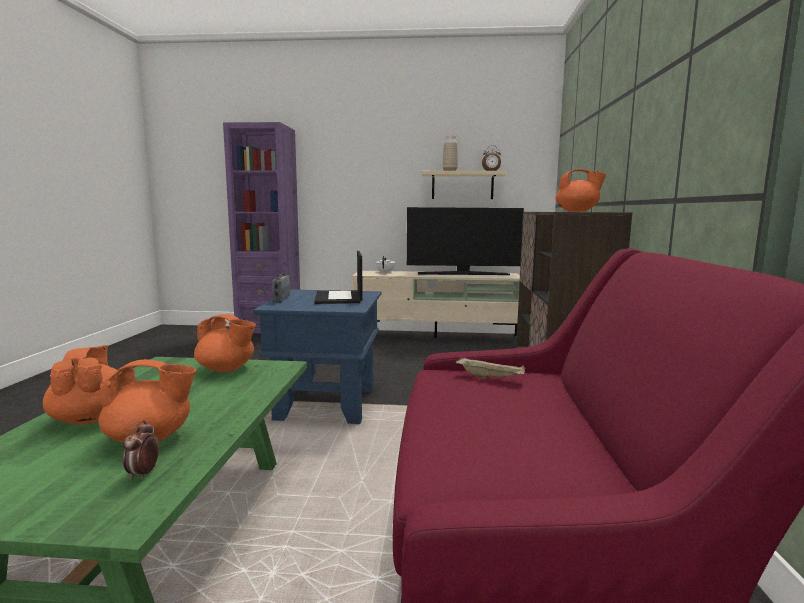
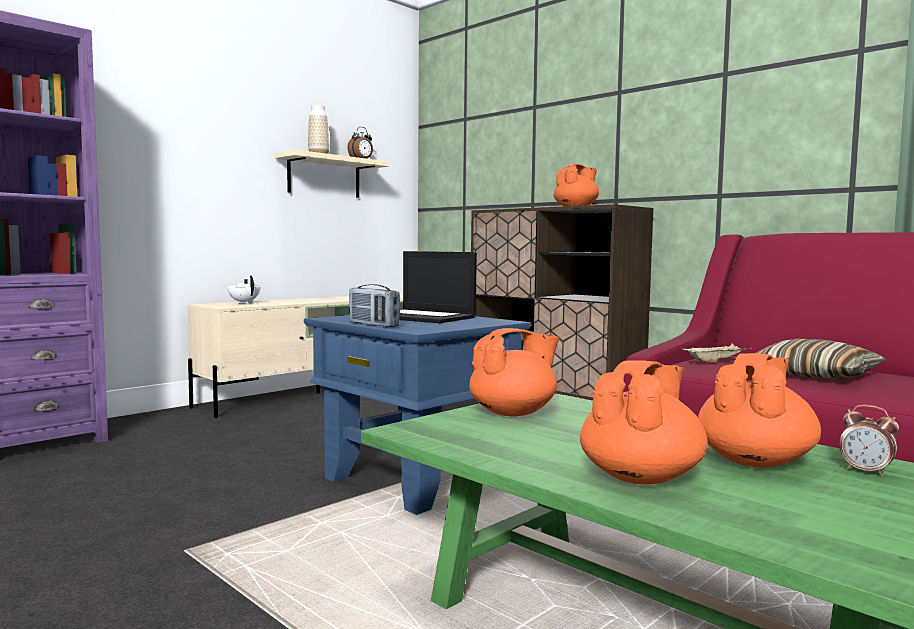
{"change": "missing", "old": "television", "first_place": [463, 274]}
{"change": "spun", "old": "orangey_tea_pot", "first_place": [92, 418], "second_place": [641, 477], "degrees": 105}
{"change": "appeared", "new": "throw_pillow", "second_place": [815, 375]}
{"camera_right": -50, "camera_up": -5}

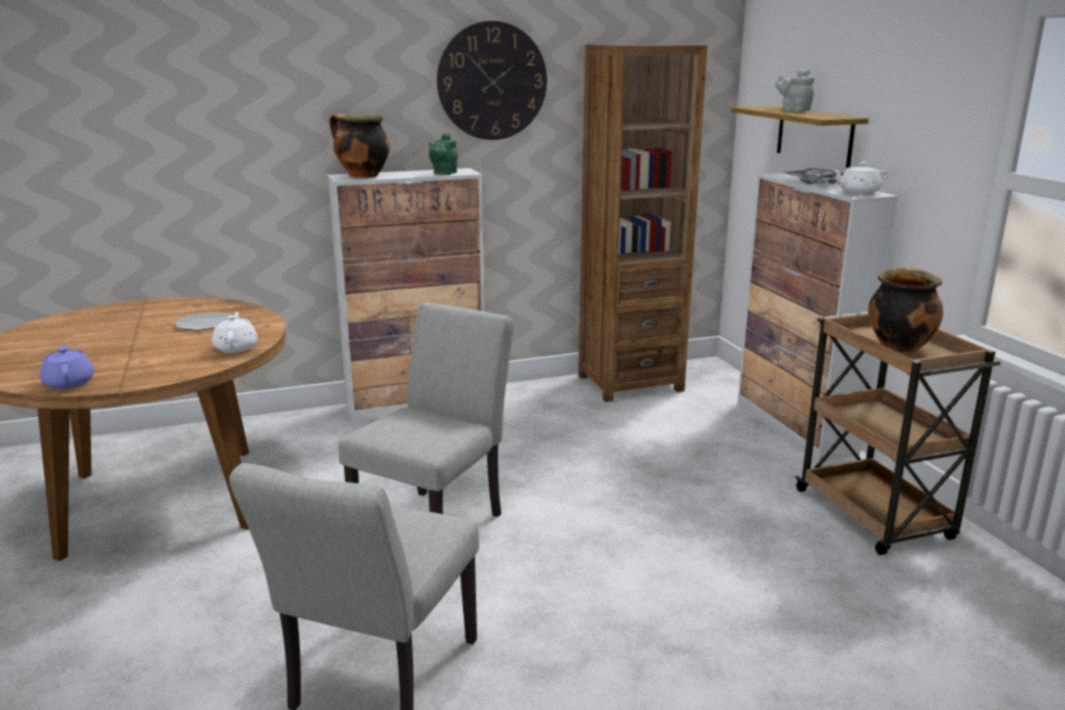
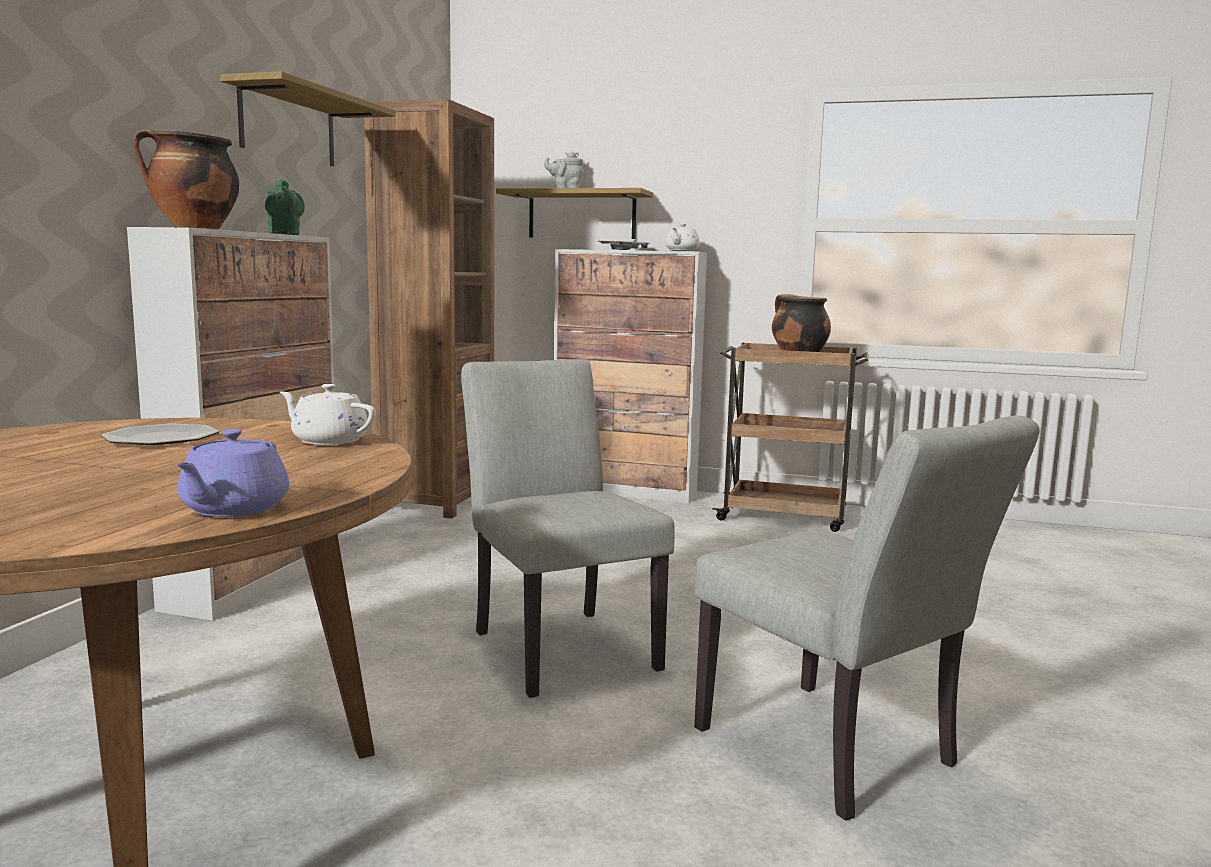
{"change": "exchanged", "old": "wall_clock", "new": "wall_shelf", "first_place": [492, 81], "second_place": [288, 126]}
{"change": "spun", "old": "purple_tea_pot", "first_place": [69, 382], "second_place": [233, 509], "degrees": -90}
{"camera_right": -55, "camera_up": -10}

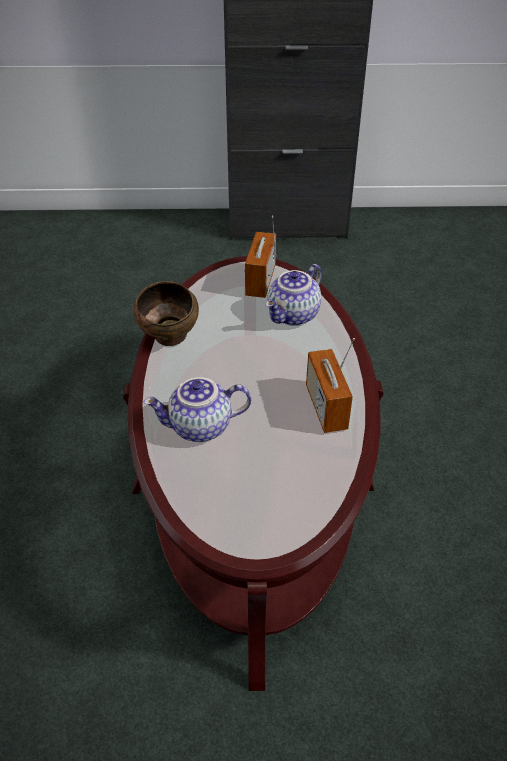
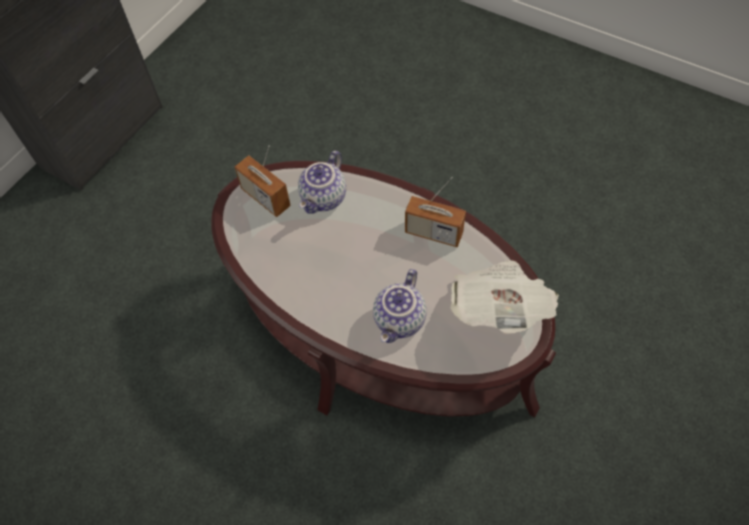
{"change": "spun", "old": "tea_pot", "first_place": [294, 316], "second_place": [324, 198], "degrees": 45}
{"change": "missing", "old": "brown_serving_bowl", "first_place": [170, 339]}
{"change": "appeared", "new": "printed_paper", "second_place": [499, 307]}
{"camera_right": -55, "camera_up": 15}

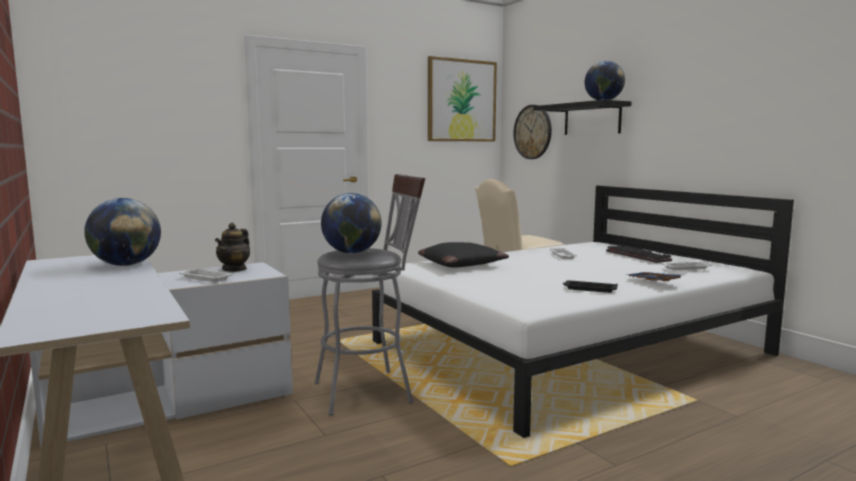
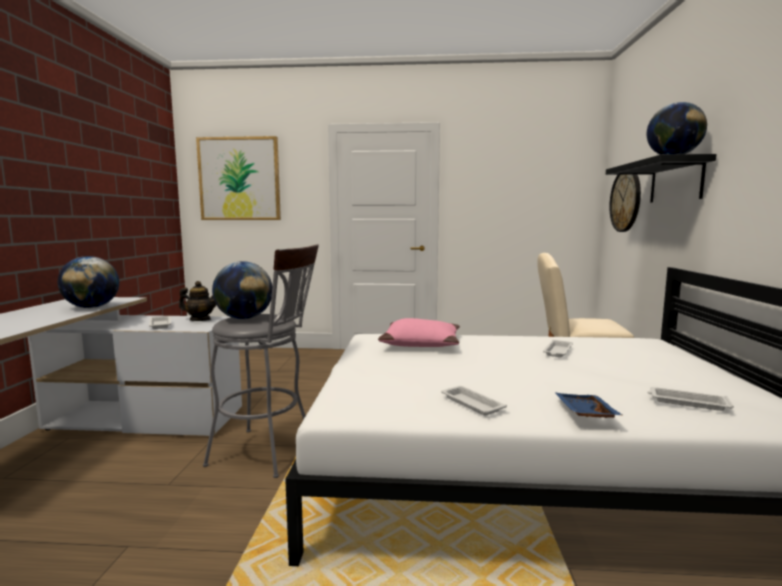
{"change": "relocated", "old": "picture", "first_place": [461, 100], "second_place": [239, 179]}
{"change": "spun", "old": "tea_pot", "first_place": [234, 269], "second_place": [200, 320], "degrees": -135}
{"change": "colour", "old": "black_throw_pillow", "new": "pinkish_throw_pillow", "first_place": [461, 264], "second_place": [421, 343]}
{"change": "missing", "old": "computer_keyboard", "first_place": [639, 256]}
{"change": "colour", "old": "black_serving_tray", "new": "white_serving_tray", "first_place": [589, 289], "second_place": [471, 403]}
{"camera_right": 35, "camera_up": 0}

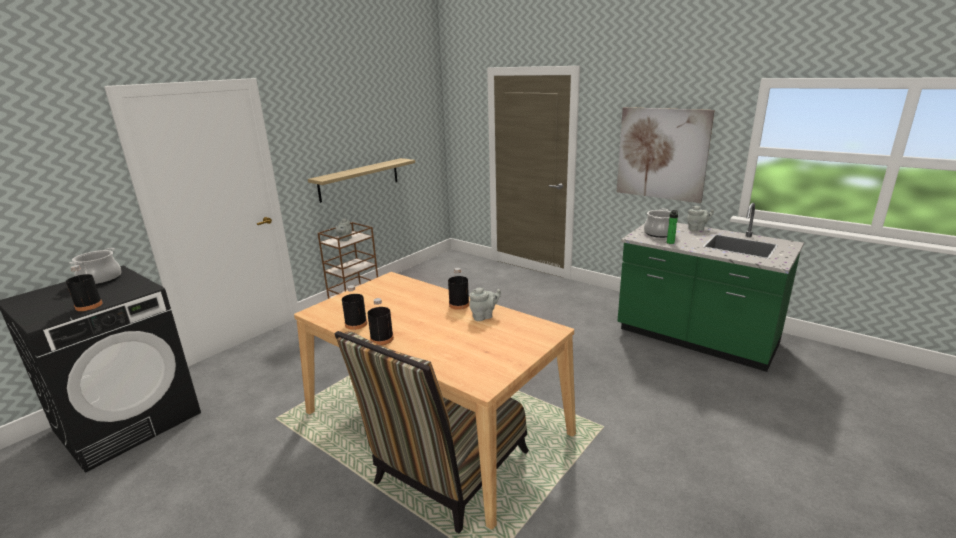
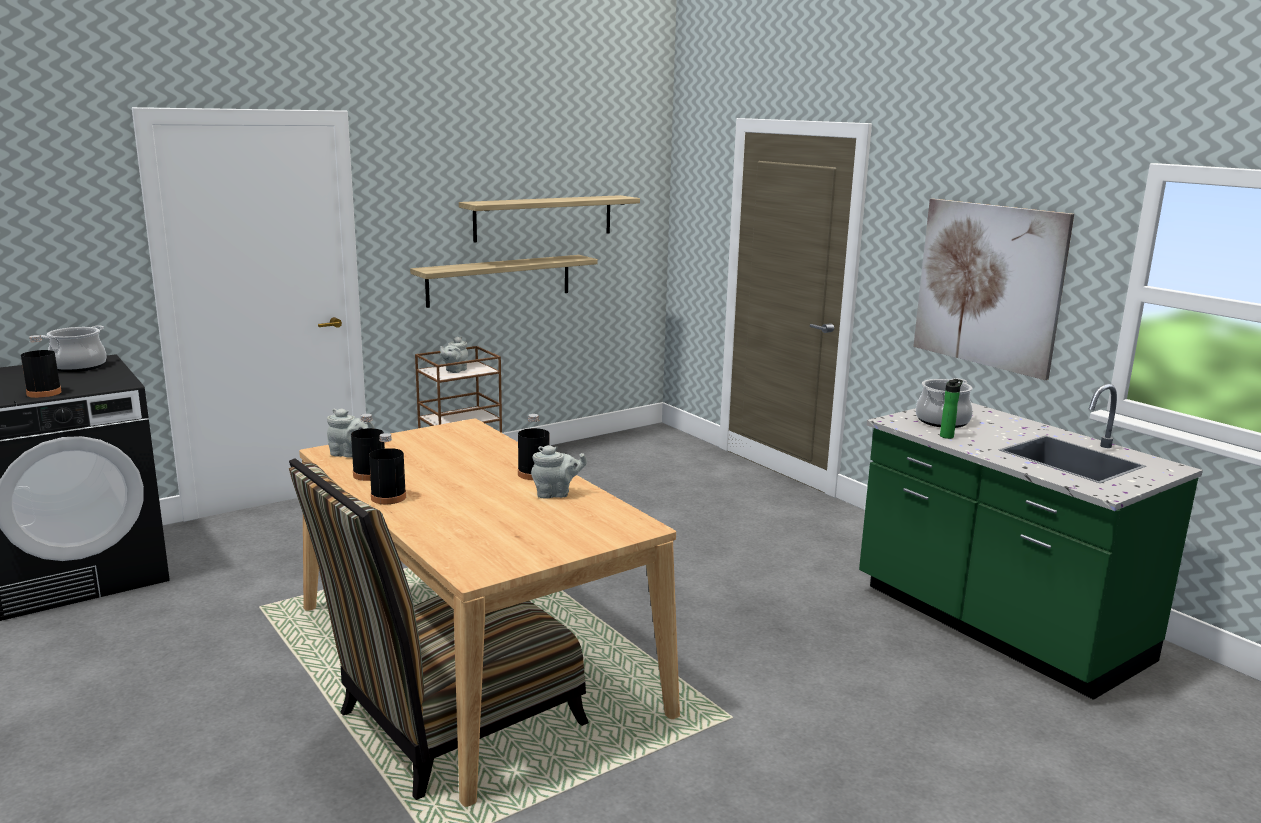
{"change": "relocated", "old": "gray_tea_pot", "first_place": [697, 229], "second_place": [350, 454]}
{"change": "appeared", "new": "wall_shelf", "second_place": [544, 218]}
{"camera_right": 15, "camera_up": -5}

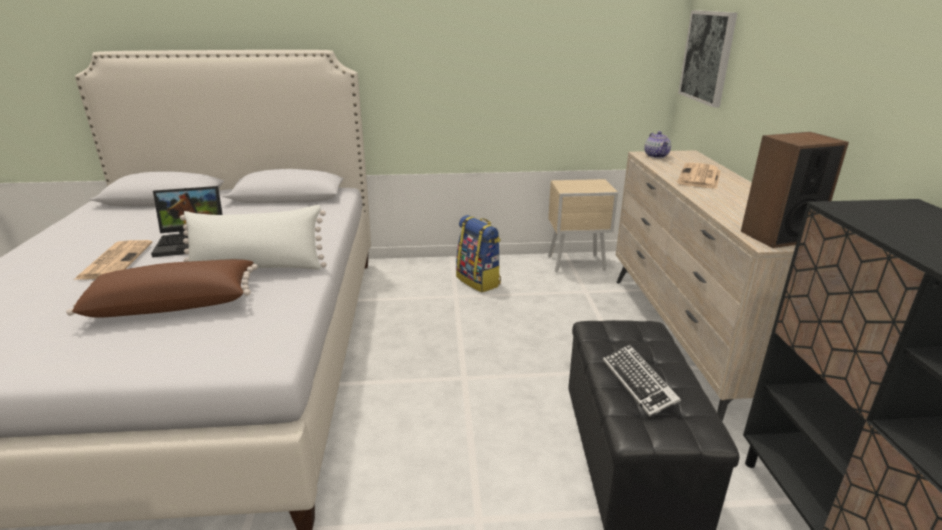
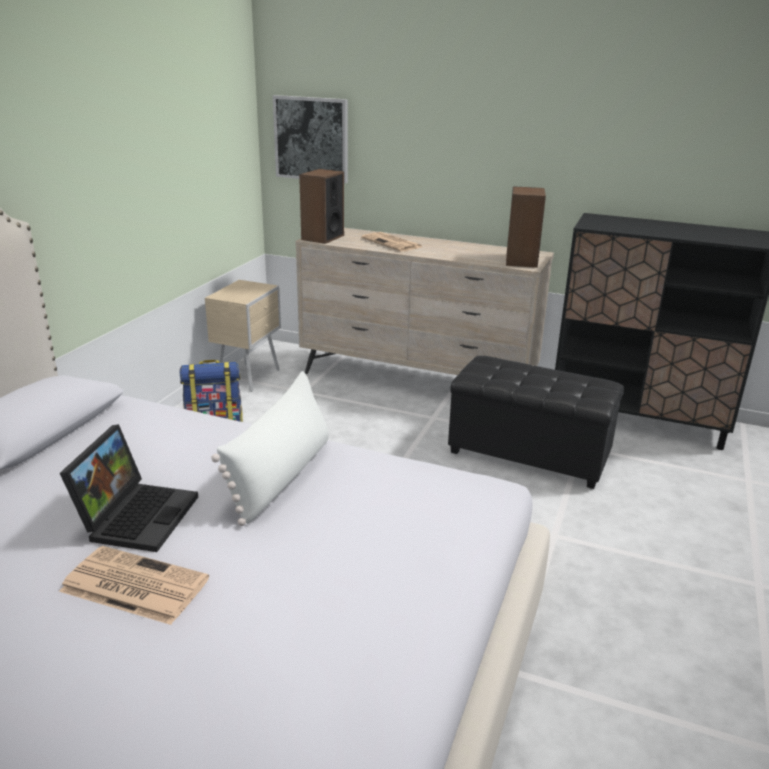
{"change": "exchanged", "old": "tea_pot", "new": "speaker", "first_place": [656, 156], "second_place": [322, 237]}
{"change": "missing", "old": "brown_throw_pillow", "first_place": [174, 304]}
{"change": "missing", "old": "computer_keyboard", "first_place": [638, 384]}
{"camera_right": -65, "camera_up": 0}

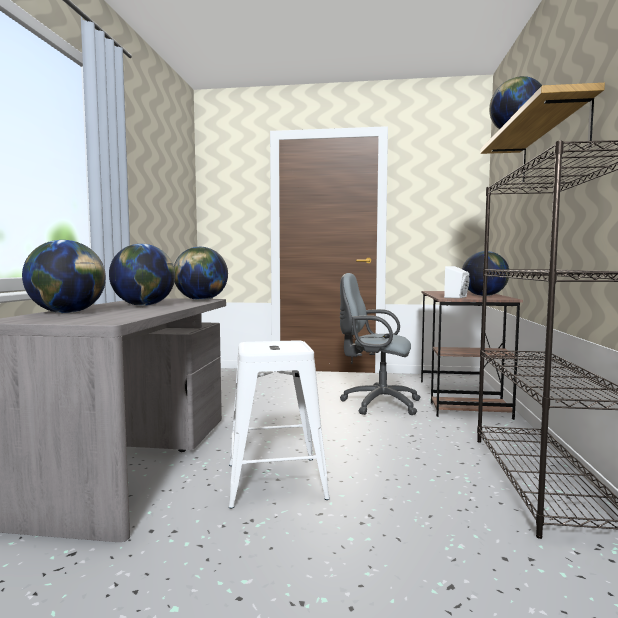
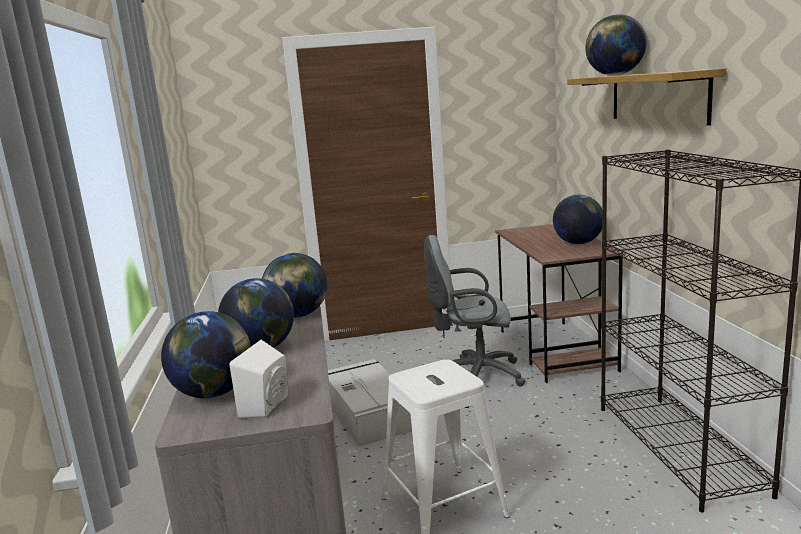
{"change": "relocated", "old": "white_speaker", "first_place": [458, 297], "second_place": [269, 406]}
{"change": "appeared", "new": "gray_storage_bin", "second_place": [368, 413]}
{"camera_right": -15, "camera_up": 10}

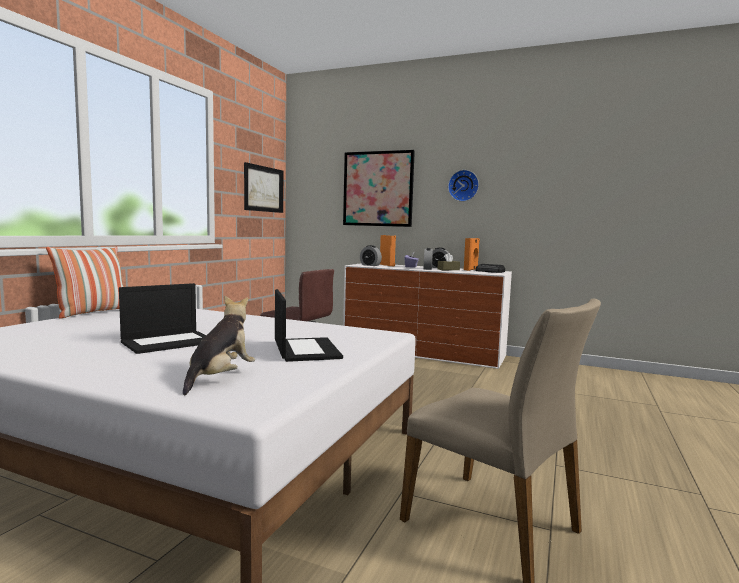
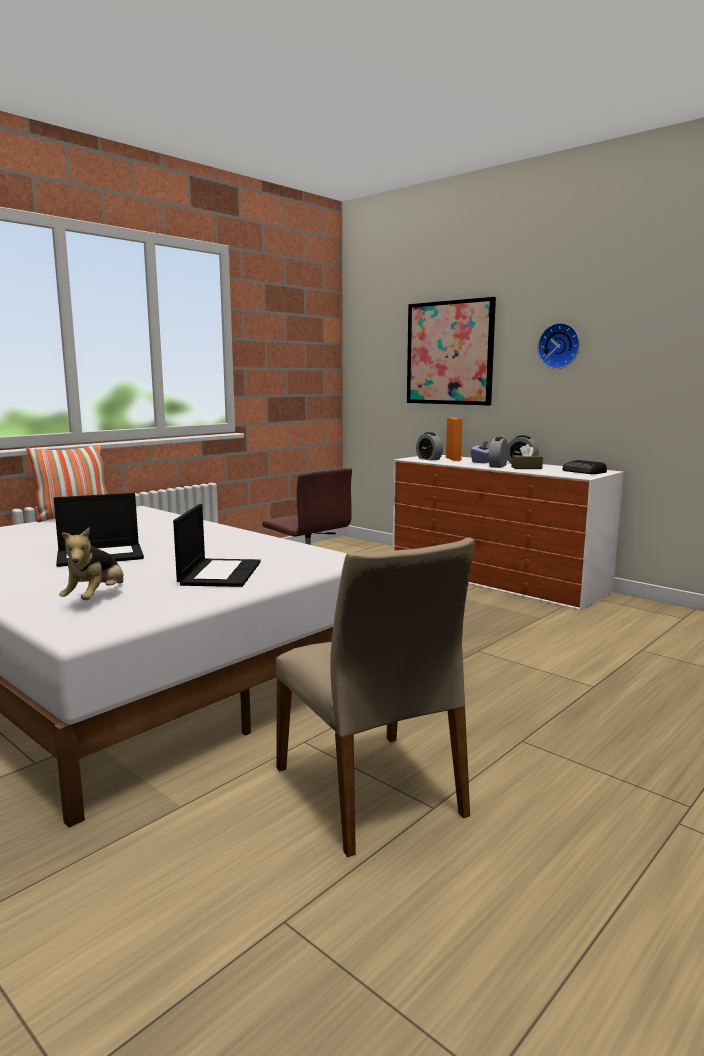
{"change": "missing", "old": "picture", "first_place": [263, 189]}
{"change": "missing", "old": "orangey_speaker", "first_place": [471, 270]}
{"change": "spun", "old": "cuddly_toy", "first_place": [220, 378], "second_place": [96, 598], "degrees": 150}
{"camera_right": 20, "camera_up": 5}

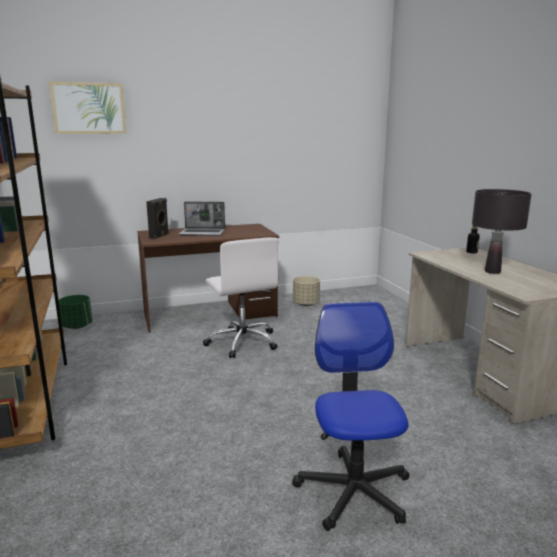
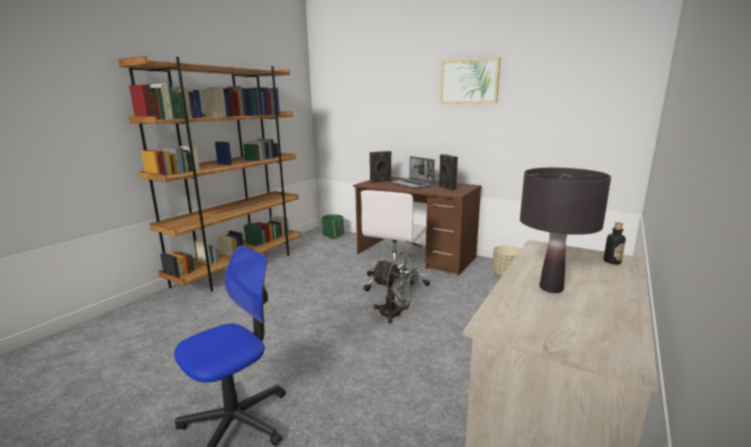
{"change": "relocated", "old": "picture", "first_place": [89, 108], "second_place": [469, 81]}
{"change": "appeared", "new": "black_speaker", "second_place": [446, 188]}
{"change": "appeared", "new": "gray_fan", "second_place": [396, 315]}
{"camera_right": 50, "camera_up": 0}

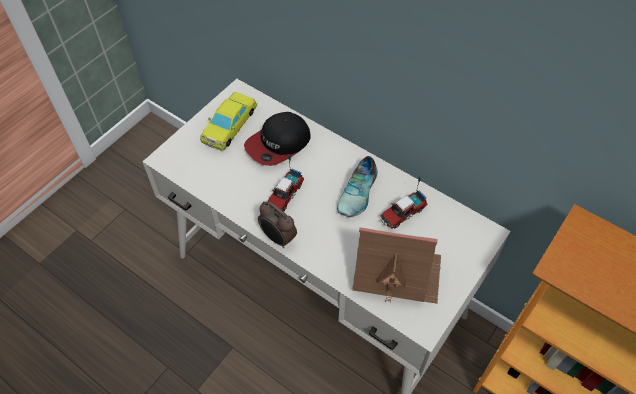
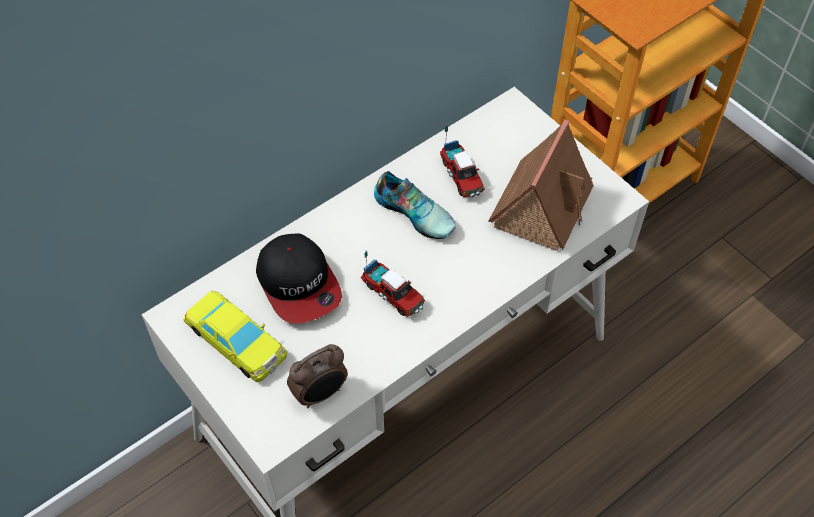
{"change": "relocated", "old": "alarm_clock", "first_place": [278, 238], "second_place": [320, 394]}
{"camera_right": -75, "camera_up": 0}

